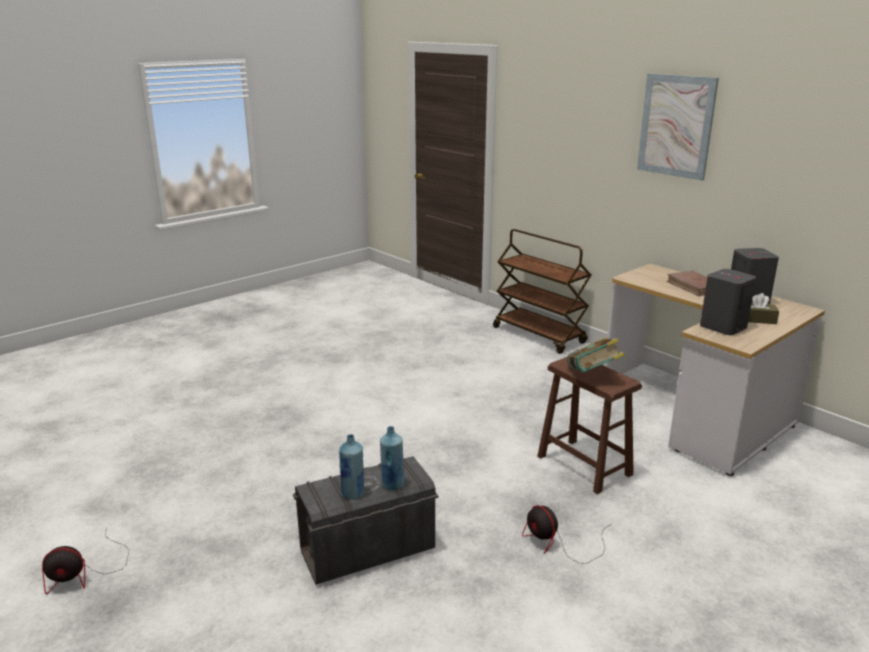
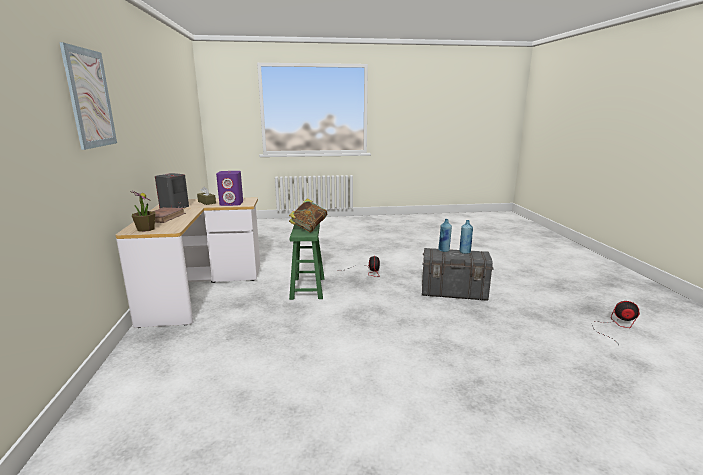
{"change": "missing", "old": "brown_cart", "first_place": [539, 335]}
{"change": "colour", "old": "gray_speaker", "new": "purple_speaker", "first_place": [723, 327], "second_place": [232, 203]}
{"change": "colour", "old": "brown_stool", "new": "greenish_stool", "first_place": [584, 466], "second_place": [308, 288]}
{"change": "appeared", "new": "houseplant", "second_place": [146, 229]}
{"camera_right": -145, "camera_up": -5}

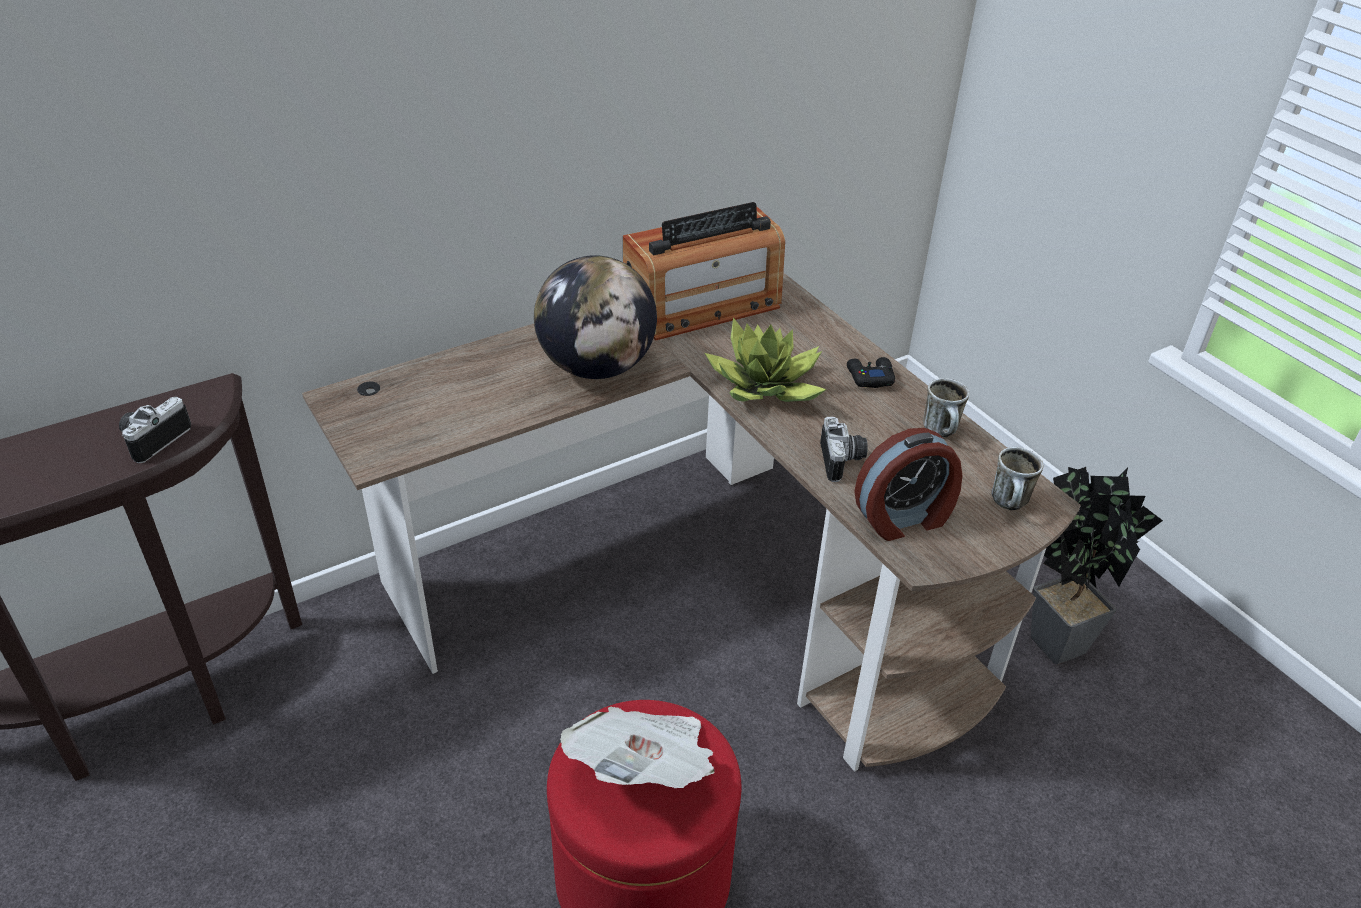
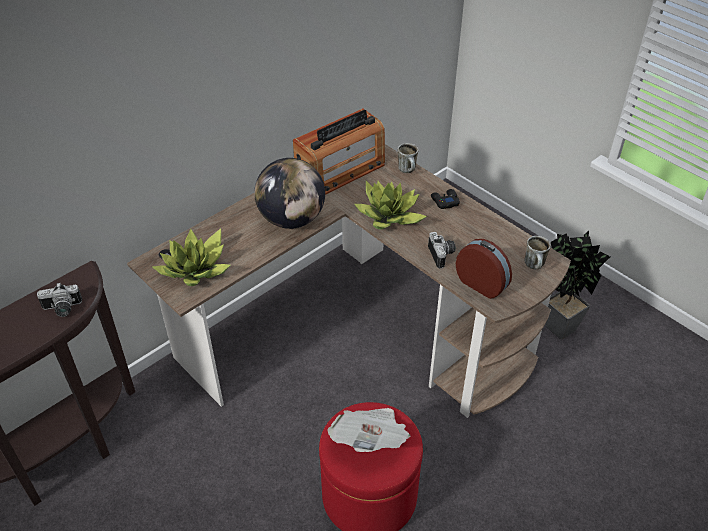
{"change": "relocated", "old": "coffee_mug", "first_place": [942, 433], "second_place": [408, 171]}
{"change": "spun", "old": "photo_camera", "first_place": [152, 439], "second_place": [62, 309], "degrees": -120}
{"change": "spun", "old": "alarm_clock", "first_place": [904, 518], "second_place": [482, 283], "degrees": -105}
{"change": "appeared", "new": "houseplant", "second_place": [196, 269]}
{"camera_right": -10, "camera_up": 5}

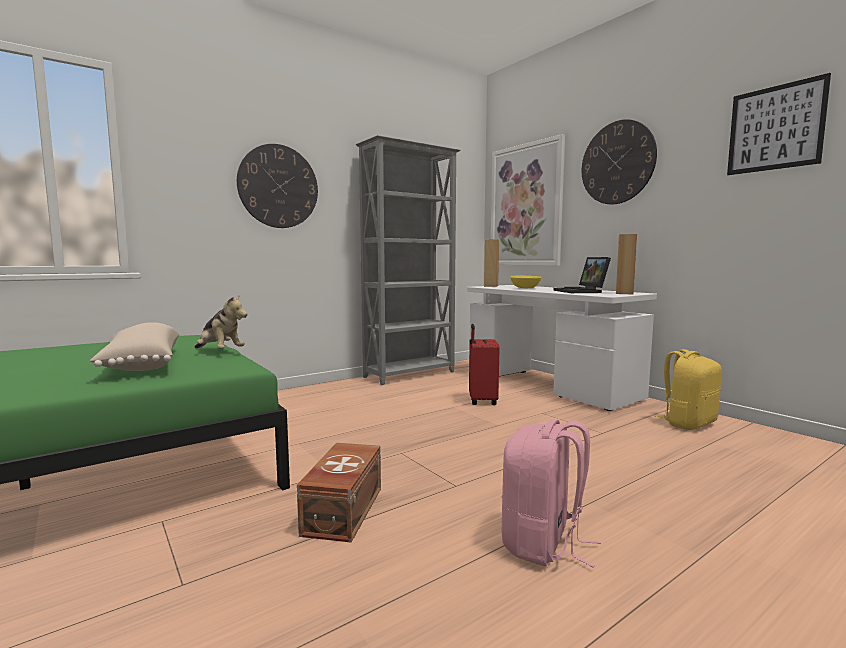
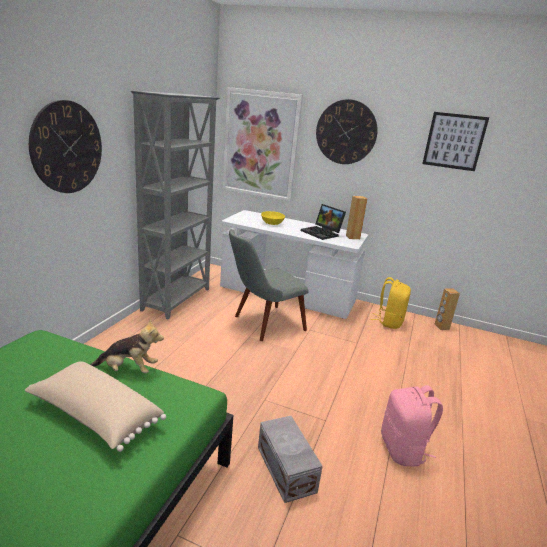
{"change": "relocated", "old": "brown_speaker", "first_place": [491, 286], "second_place": [441, 327]}
{"change": "exchanged", "old": "red-coloured_suitcase", "new": "gray_chair", "first_place": [481, 401], "second_place": [262, 324]}
{"change": "colour", "old": "brown_storage_bin", "new": "gray_storage_bin", "first_place": [341, 511], "second_place": [285, 470]}
{"camera_right": -35, "camera_up": 15}

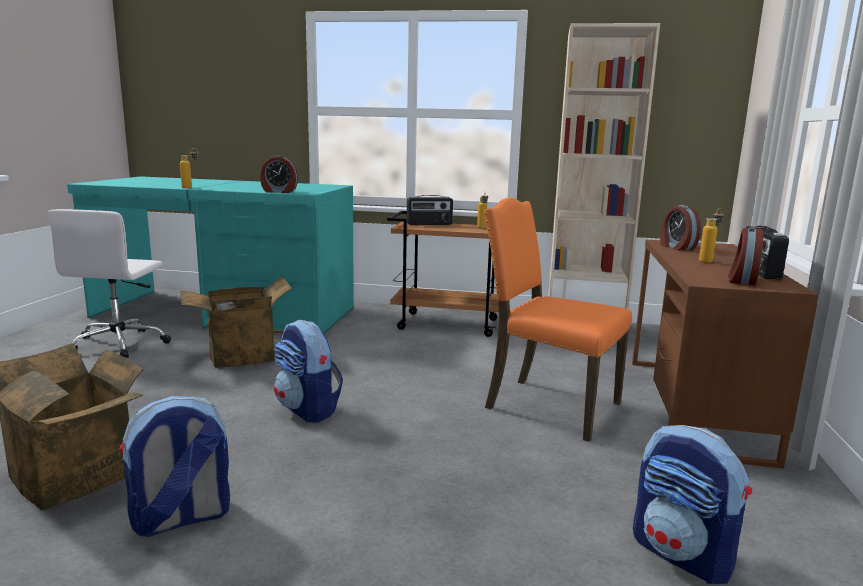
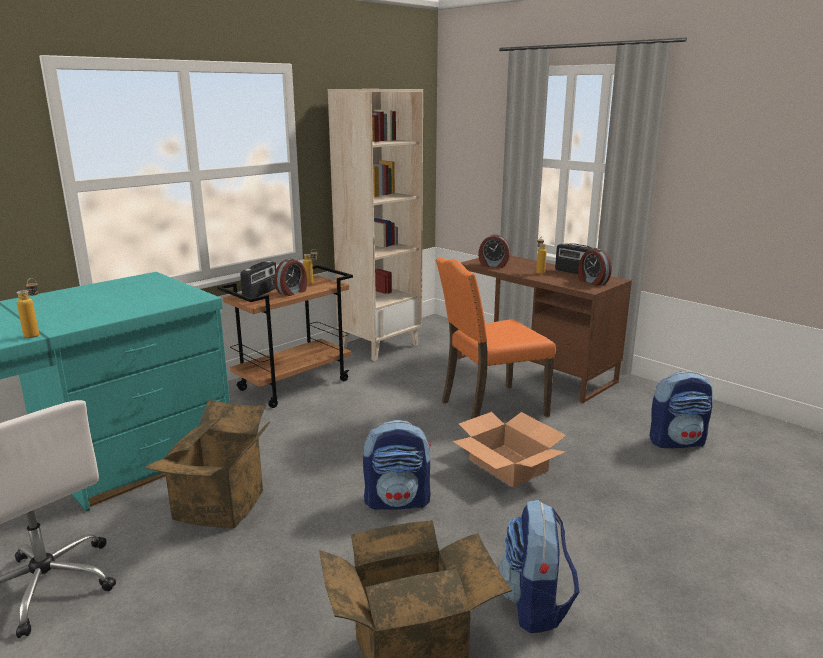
{"change": "relocated", "old": "alarm_clock", "first_place": [279, 192], "second_place": [292, 292]}
{"change": "appeared", "new": "cardboard_box", "second_place": [508, 465]}
{"camera_right": -55, "camera_up": 5}

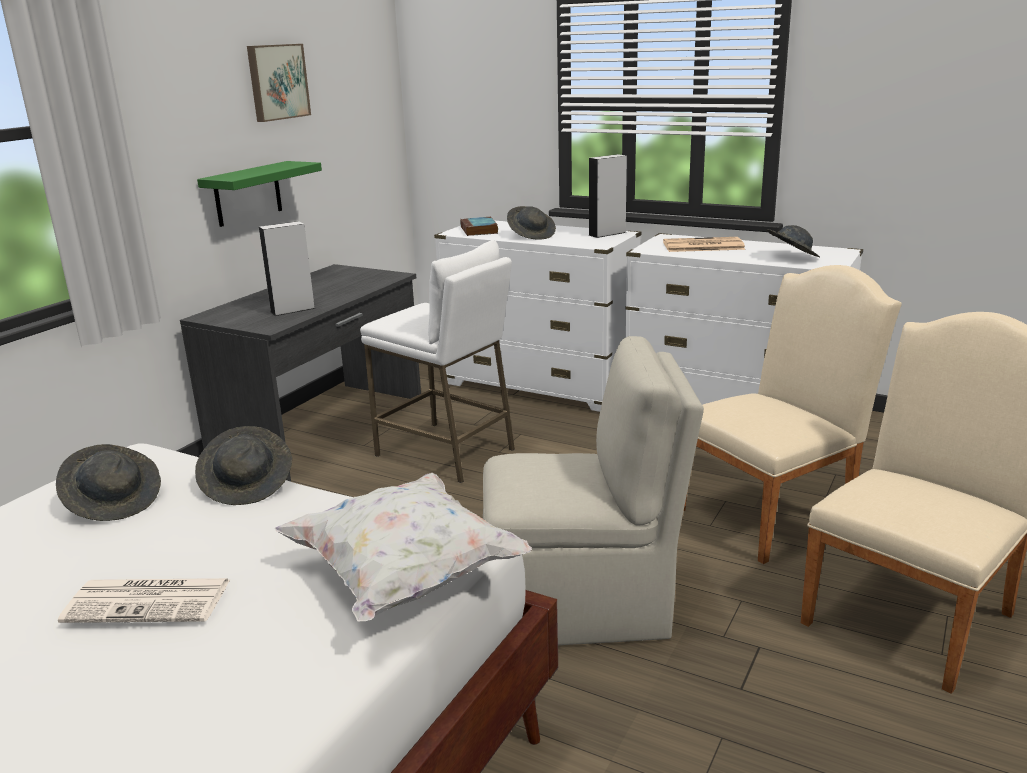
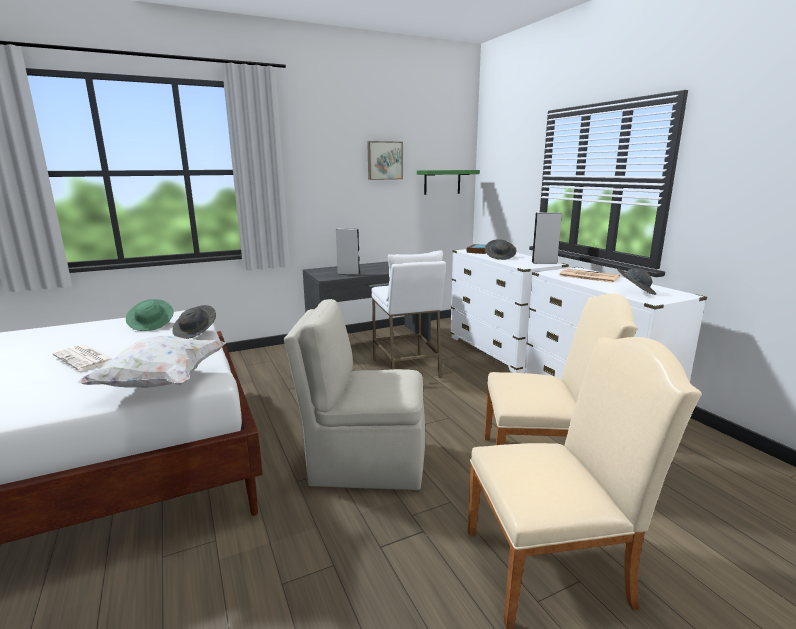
{"change": "relocated", "old": "greenish_wall_shelf", "first_place": [248, 194], "second_place": [442, 182]}
{"change": "spun", "old": "beige_chair", "first_place": [581, 603], "second_place": [365, 462], "degrees": 150}
{"change": "colour", "old": "gray_hat", "new": "greenish_hat", "first_place": [115, 502], "second_place": [152, 325]}
{"camera_right": 35, "camera_up": -5}

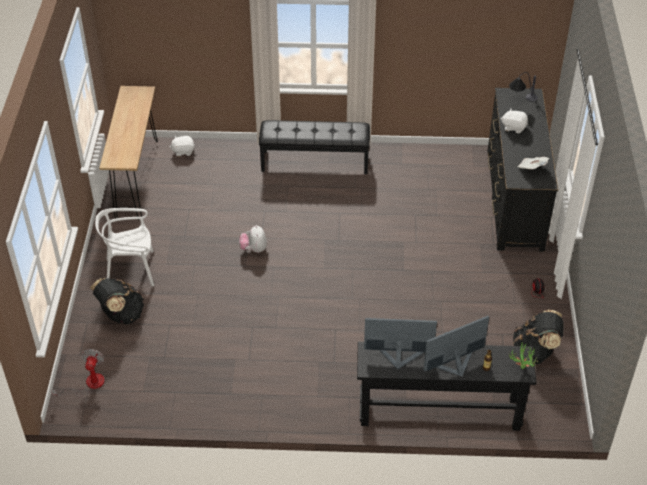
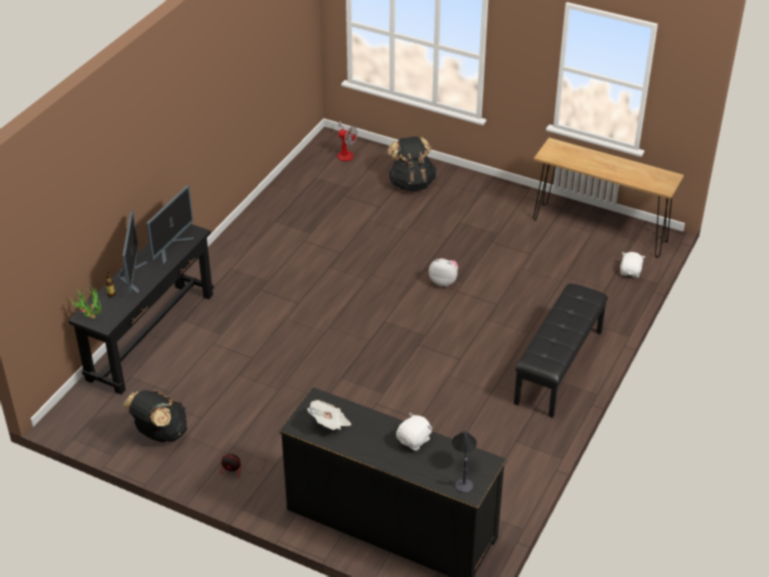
{"change": "missing", "old": "white_chair", "first_place": [131, 270]}
{"camera_right": 115, "camera_up": -5}

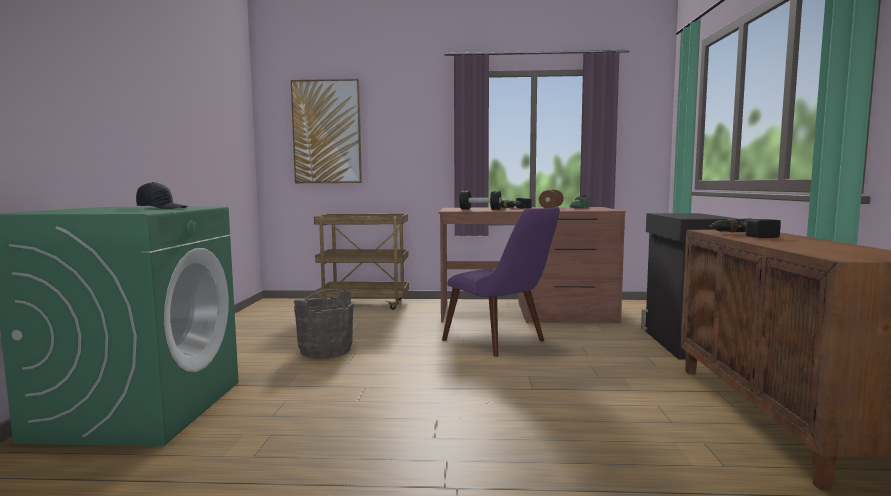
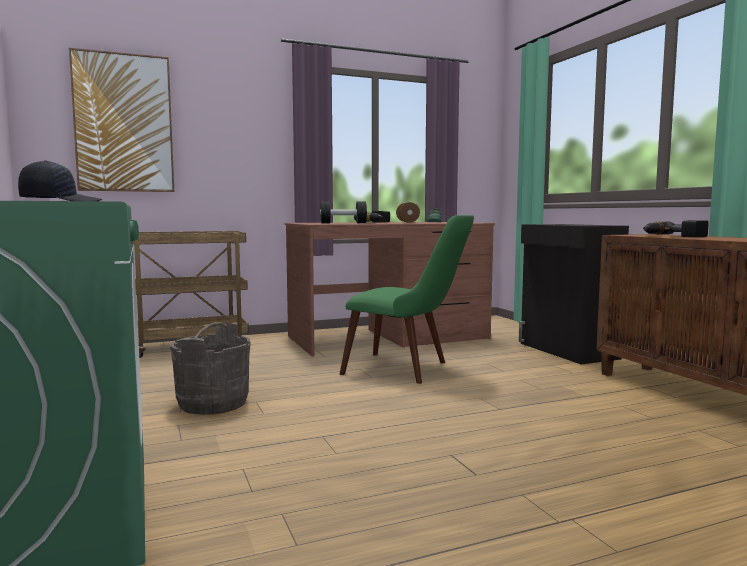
{"change": "colour", "old": "purple_chair", "new": "greenish_chair", "first_place": [503, 343], "second_place": [408, 369]}
{"camera_right": -25, "camera_up": 0}

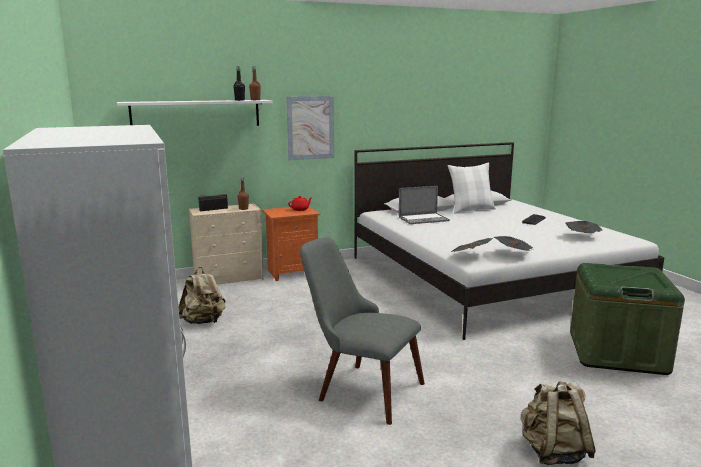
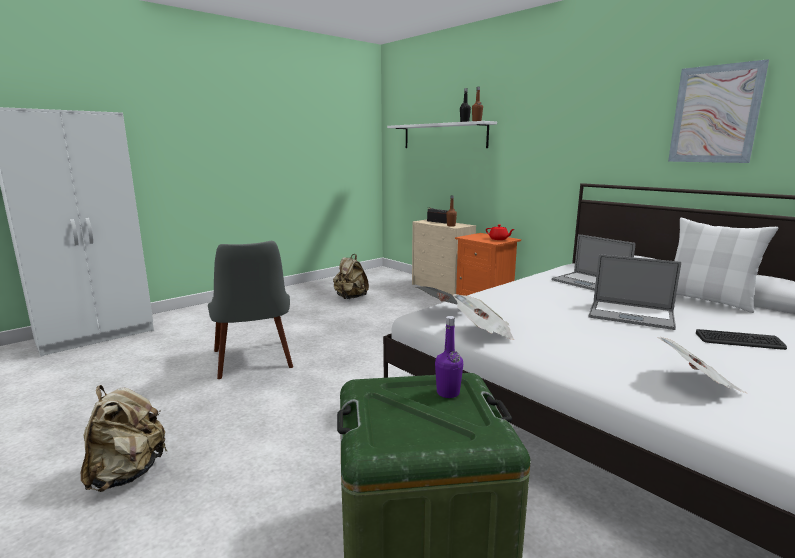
{"change": "relocated", "old": "picture", "first_place": [310, 128], "second_place": [715, 114]}
{"change": "spun", "old": "gray_chair", "first_place": [359, 388], "second_place": [254, 363], "degrees": 150}
{"change": "appeared", "new": "laptop", "second_place": [631, 315]}
{"change": "appeared", "new": "purple_drink_bottle", "second_place": [448, 393]}
{"camera_right": 70, "camera_up": 0}

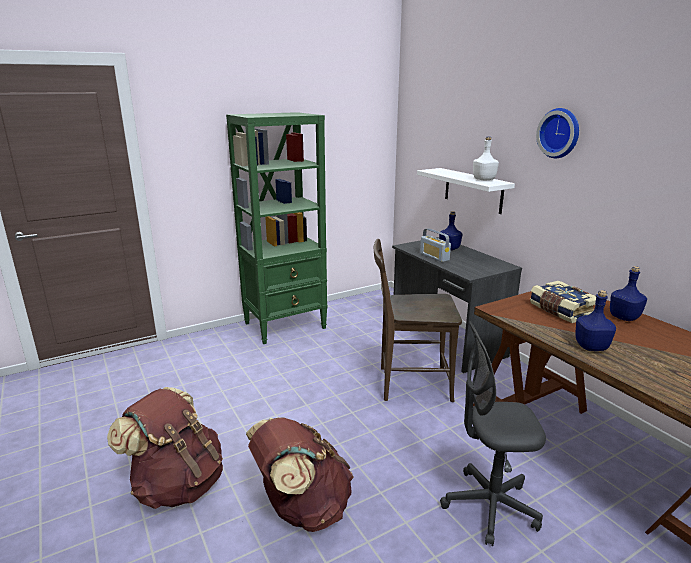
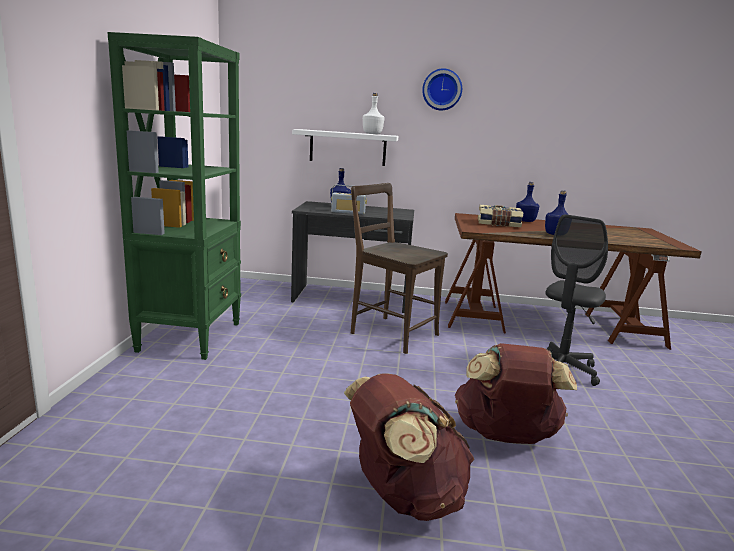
{"change": "spun", "old": "brown_chair", "first_place": [410, 383], "second_place": [390, 332], "degrees": 90}
{"camera_right": -55, "camera_up": -5}

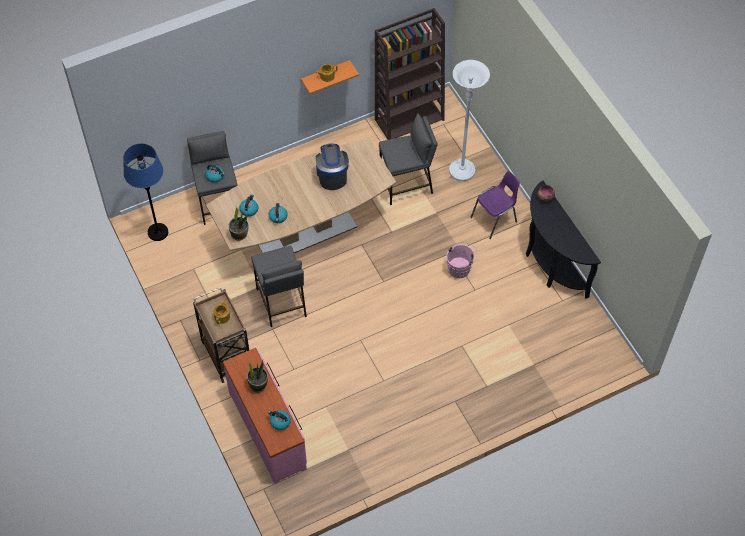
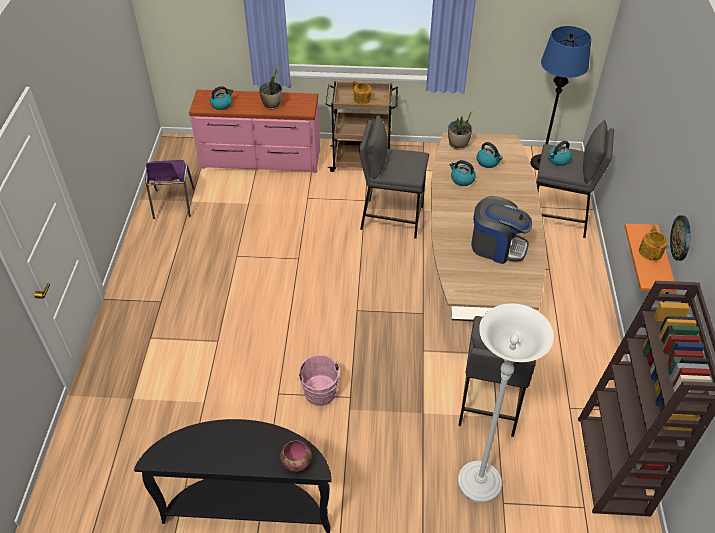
{"change": "relocated", "old": "purple_chair", "first_place": [495, 219], "second_place": [173, 204]}
{"change": "appeared", "new": "wall_clock", "second_place": [681, 238]}
{"camera_right": 120, "camera_up": -10}

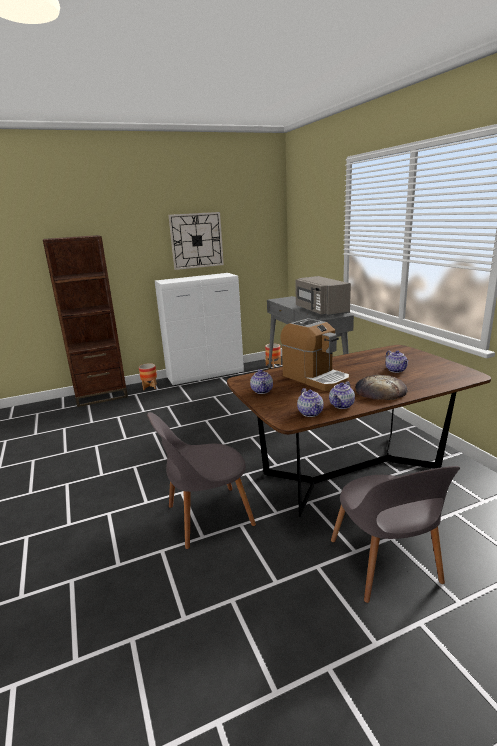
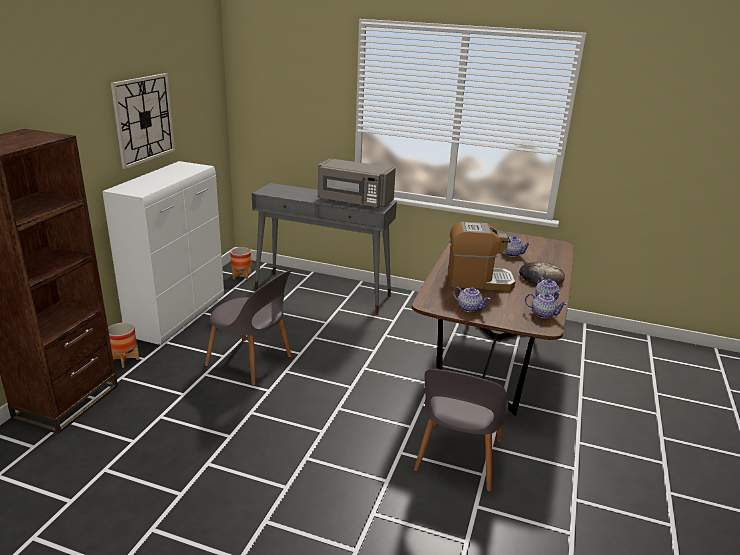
{"change": "relocated", "old": "gray_chair", "first_place": [385, 564], "second_place": [251, 362]}
{"camera_right": -50, "camera_up": 5}

